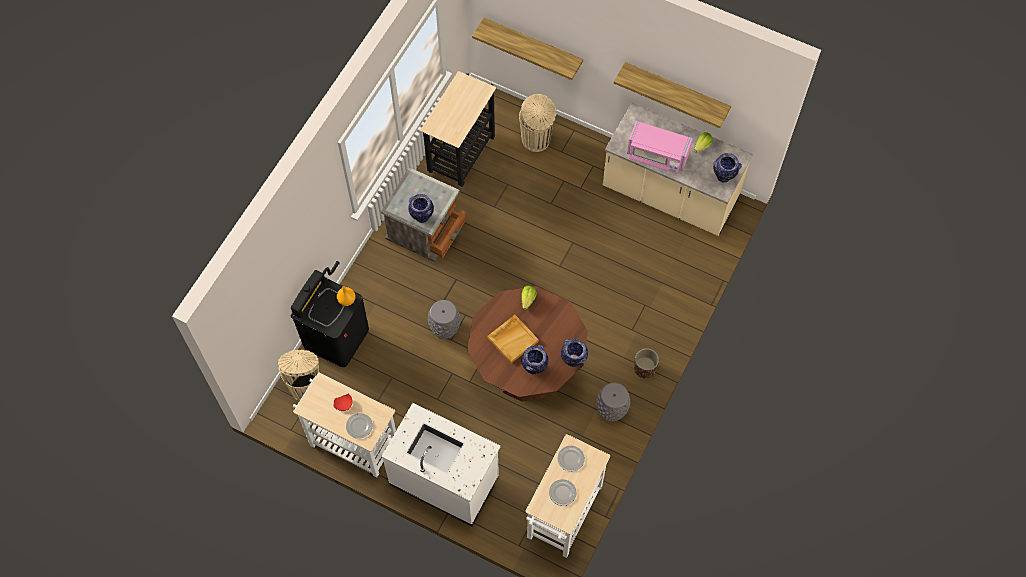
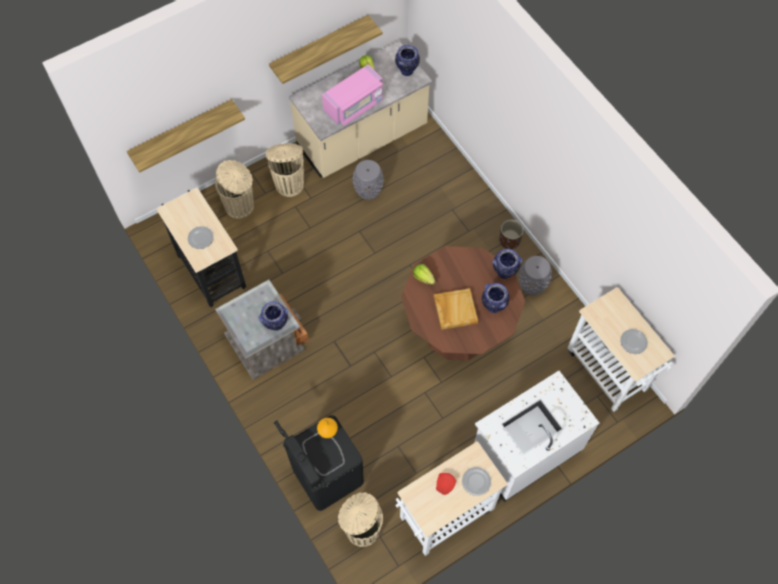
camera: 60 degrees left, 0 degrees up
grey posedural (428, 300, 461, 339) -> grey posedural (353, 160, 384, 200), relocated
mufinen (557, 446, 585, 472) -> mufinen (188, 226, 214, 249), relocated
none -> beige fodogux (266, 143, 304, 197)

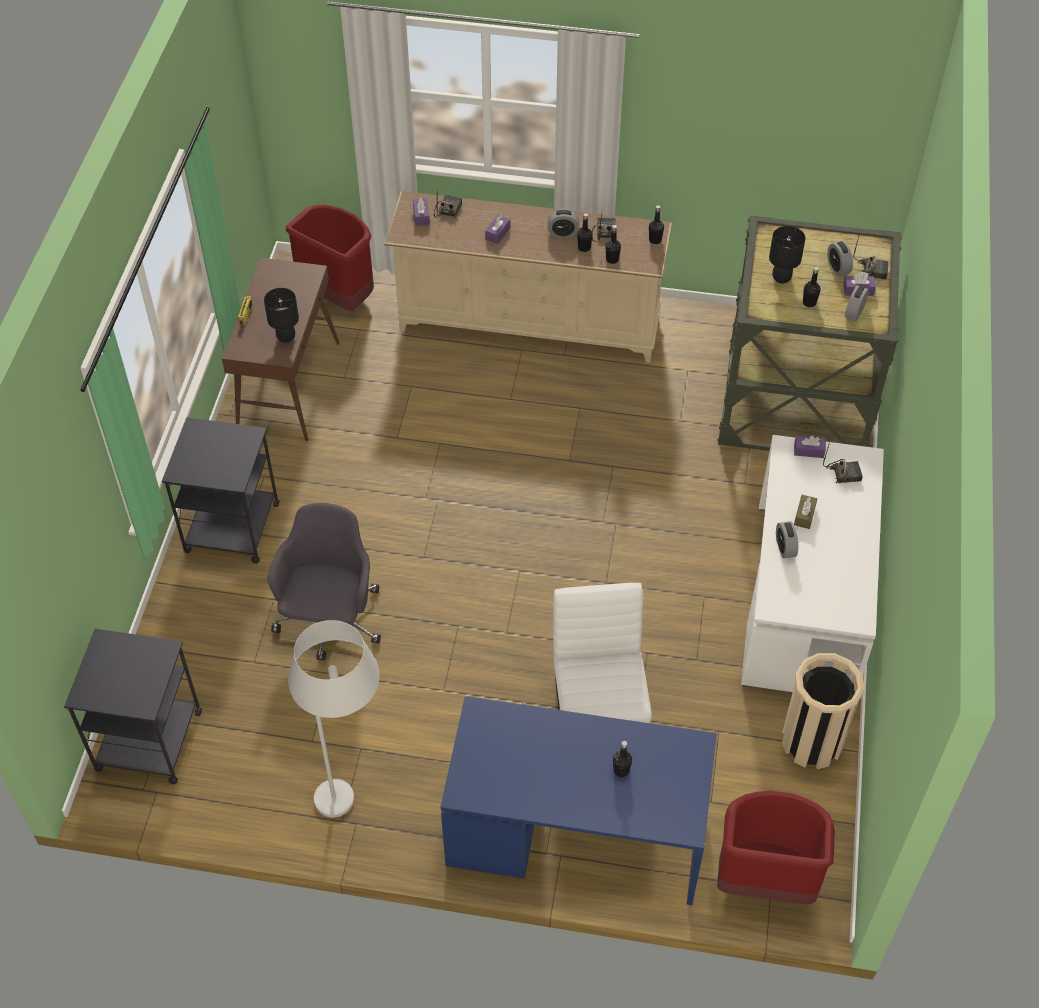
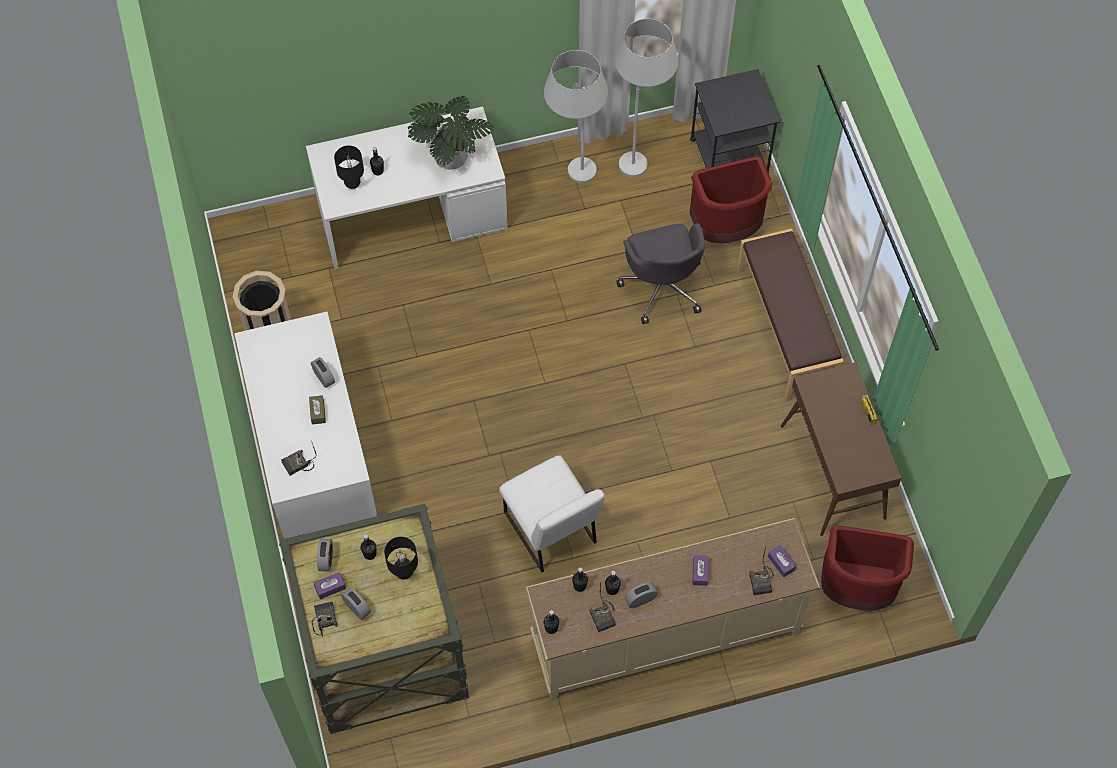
camera: 155 degrees right, 10 degrees up
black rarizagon (162, 417, 279, 564) -> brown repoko (737, 229, 844, 402)
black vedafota (264, 288, 299, 343) -> black vedafota (334, 146, 364, 189), relocated
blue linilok (441, 696, 717, 905) -> white linilok (306, 106, 508, 269)
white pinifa (553, 583, 652, 723) -> white pinifa (499, 455, 605, 572), relocated
red fodogux (717, 791, 835, 904) -> red fodogux (690, 157, 772, 243), relocated
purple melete (794, 436, 826, 458) -> none
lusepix (853, 230, 889, 279) -> lusepix (312, 602, 337, 636), 90 degrees clockwise
none -> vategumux (408, 96, 494, 170)
none -> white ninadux (615, 19, 678, 177)

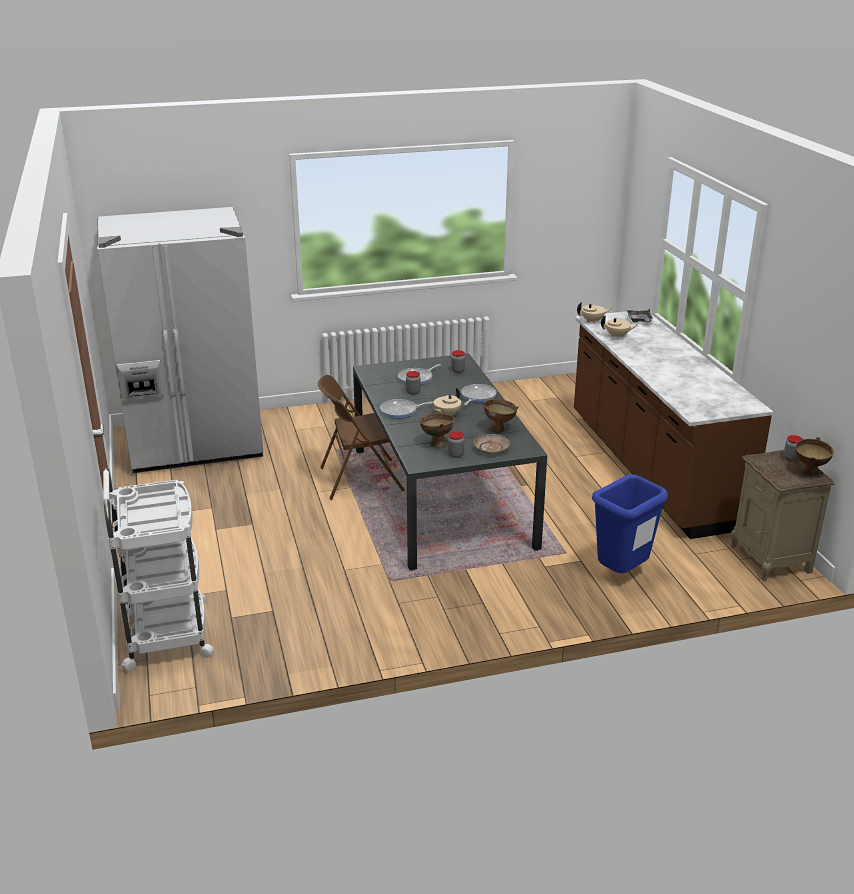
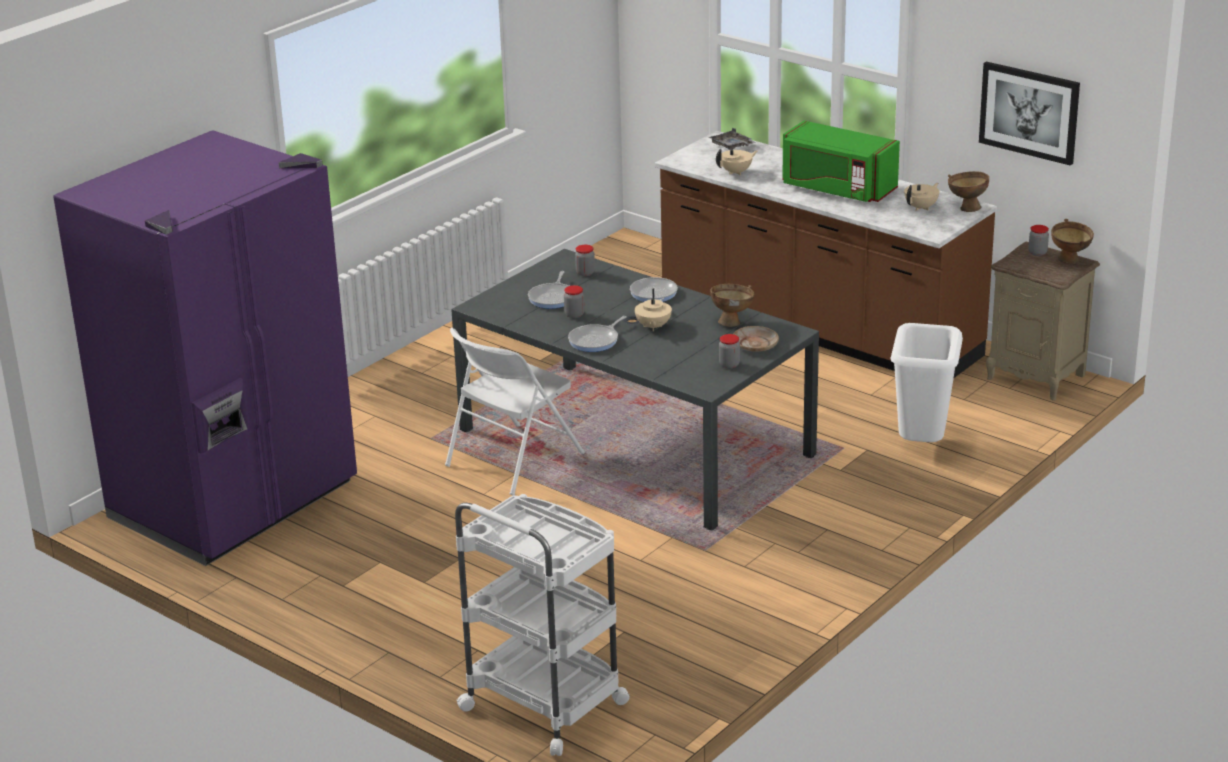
camera: 35 degrees left, 0 degrees up
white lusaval (97, 207, 264, 473) -> purple lusaval (53, 130, 357, 566)
brown pinifa (318, 375, 405, 500) -> white pinifa (445, 328, 585, 496)
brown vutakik (420, 412, 455, 448) -> brown vutakik (948, 171, 989, 212), relocated
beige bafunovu (577, 302, 612, 324) -> beige bafunovu (904, 183, 939, 211), relocated
blue fodogux (592, 474, 668, 573) -> white fodogux (890, 323, 963, 442)
none -> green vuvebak (782, 121, 900, 202)
none -> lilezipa (979, 61, 1080, 166)

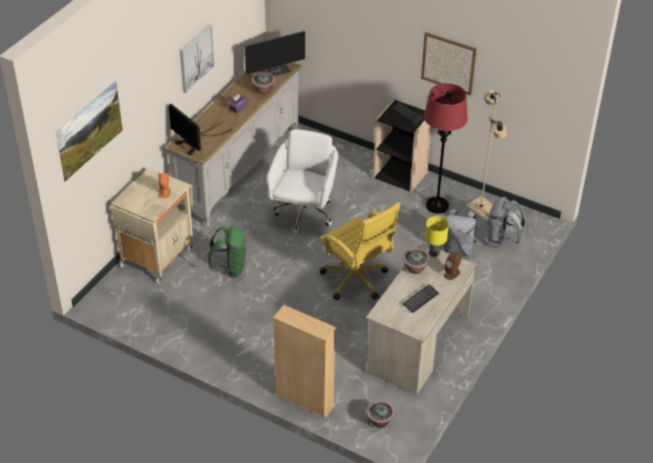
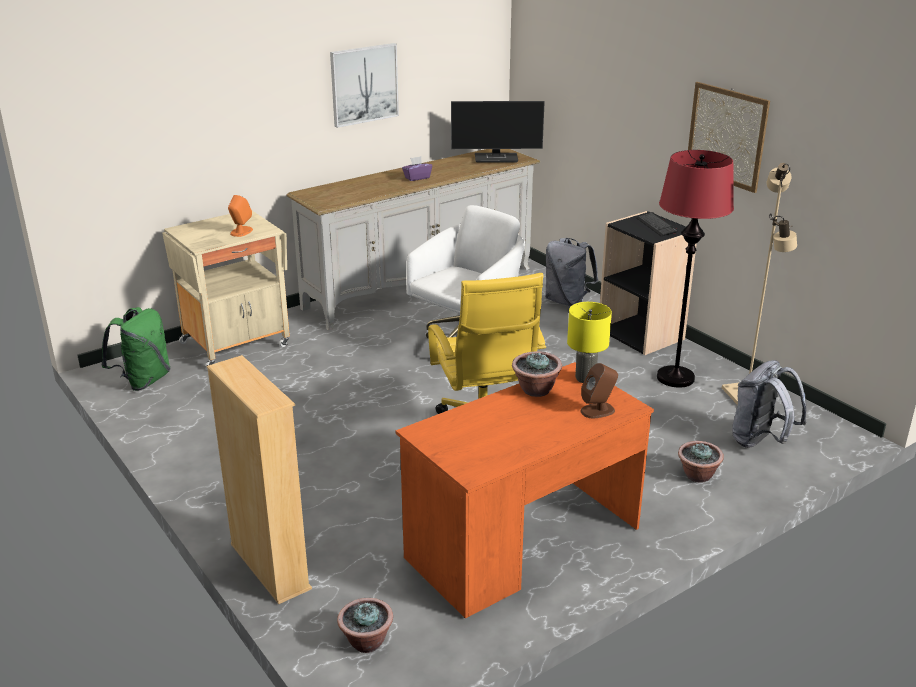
camera: 25 degrees right, 15 degrees down
lilezipa (56, 81, 123, 182) -> none
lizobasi (169, 104, 232, 156) -> none
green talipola (208, 225, 246, 278) -> green talipola (101, 307, 171, 391), relocated
vategumux (252, 72, 275, 95) -> vategumux (678, 441, 724, 483), relocated
beige linilok (366, 243, 477, 395) -> orange linilok (396, 362, 654, 619)
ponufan (403, 284, 439, 313) -> none
grey talipola (443, 209, 477, 256) -> grey talipola (545, 238, 598, 306), relocated

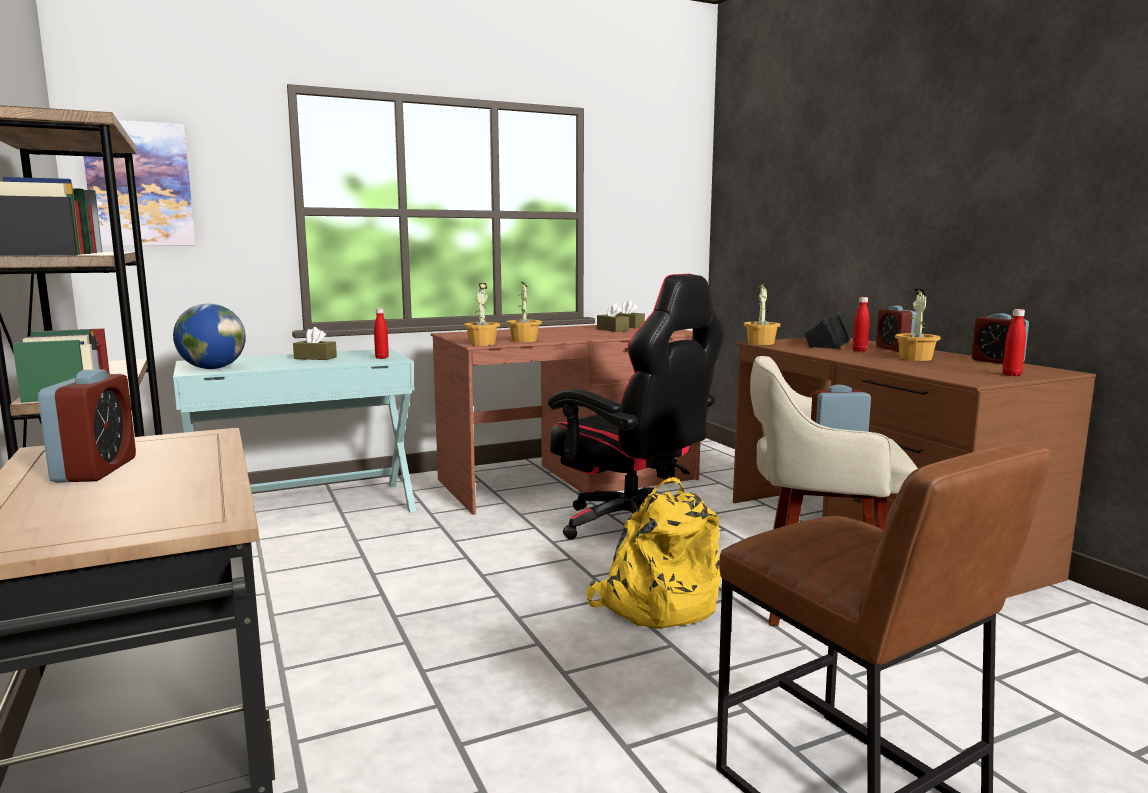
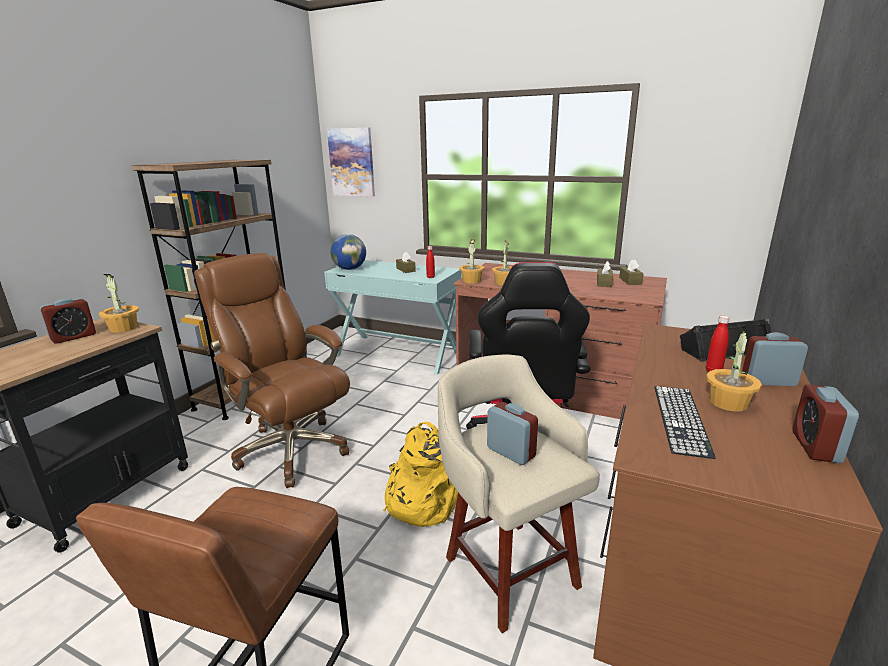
camera: 50 degrees right, 10 degrees up
vategumux (744, 283, 780, 345) -> vategumux (99, 274, 139, 333), relocated
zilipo (876, 306, 916, 351) -> zilipo (742, 332, 808, 386), 60 degrees clockwise
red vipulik (1002, 309, 1026, 376) -> none
none -> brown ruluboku (194, 253, 350, 488)
none -> ponufan (655, 386, 716, 459)

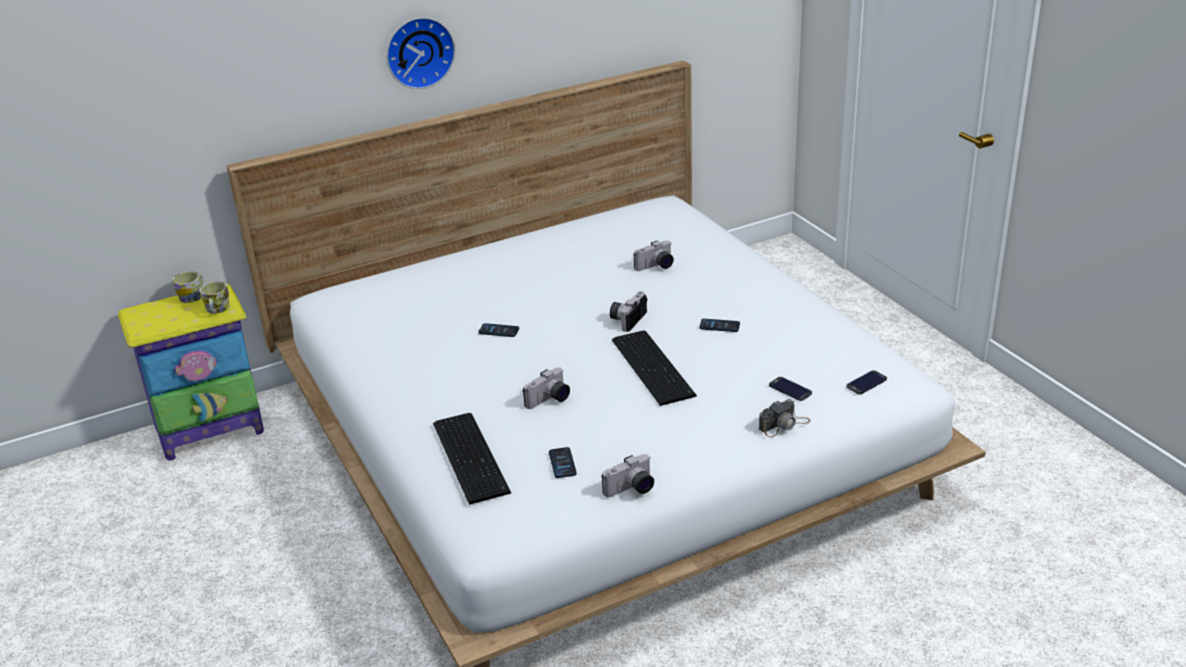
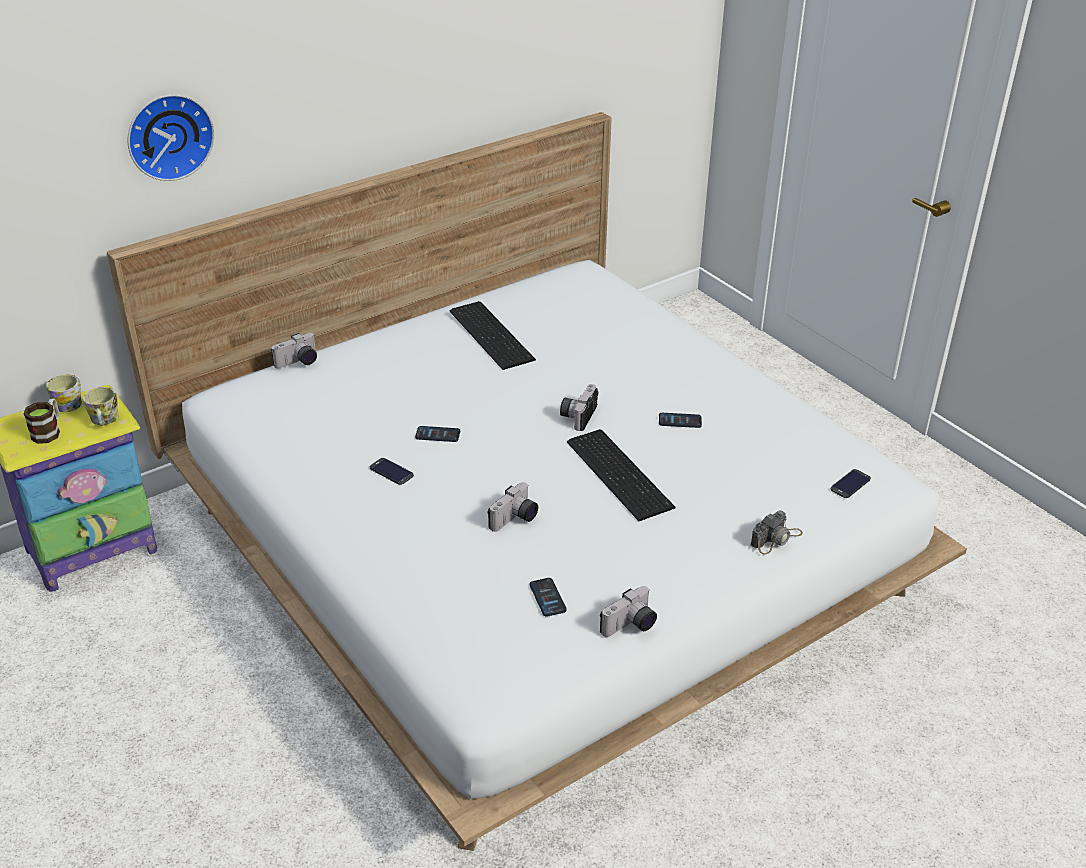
camera: 10 degrees left, 5 degrees up
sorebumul (386, 17, 455, 89) -> sorebumul (127, 94, 214, 181), relocated
ponufan (433, 413, 511, 505) -> ponufan (450, 301, 536, 370), relocated
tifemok (634, 240, 674, 271) -> tifemok (271, 333, 317, 369), relocated
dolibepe (769, 377, 812, 401) -> dolibepe (370, 458, 414, 485), relocated
none -> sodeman (24, 398, 60, 444)

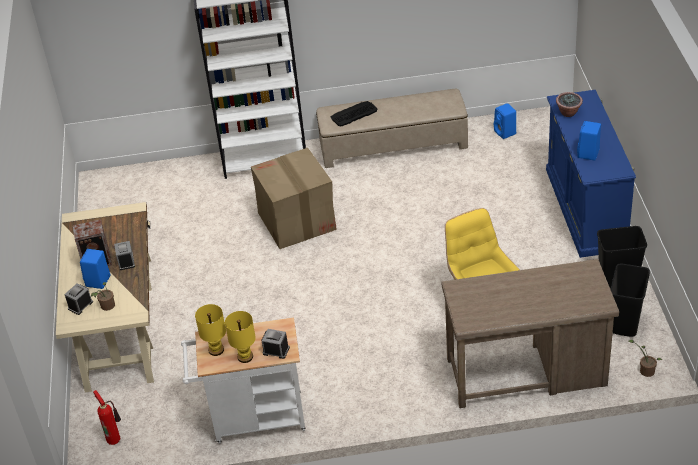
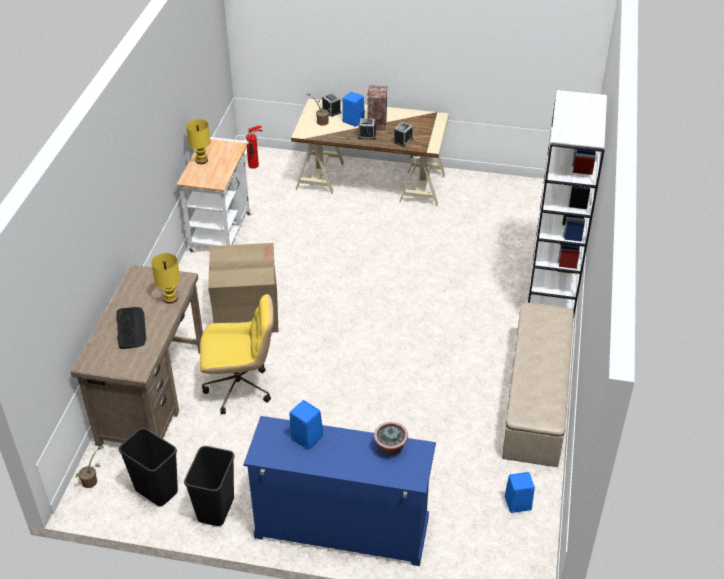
camera: 105 degrees right, 0 degrees up
yellow vedafota (195, 304, 226, 356) -> yellow vedafota (151, 253, 180, 304), relocated
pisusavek (251, 148, 337, 249) -> pisusavek (208, 243, 279, 332), relocated
zilipo (262, 329, 290, 359) -> zilipo (393, 122, 413, 147), relocated
ponufan (331, 101, 377, 127) -> ponufan (116, 307, 146, 349), relocated

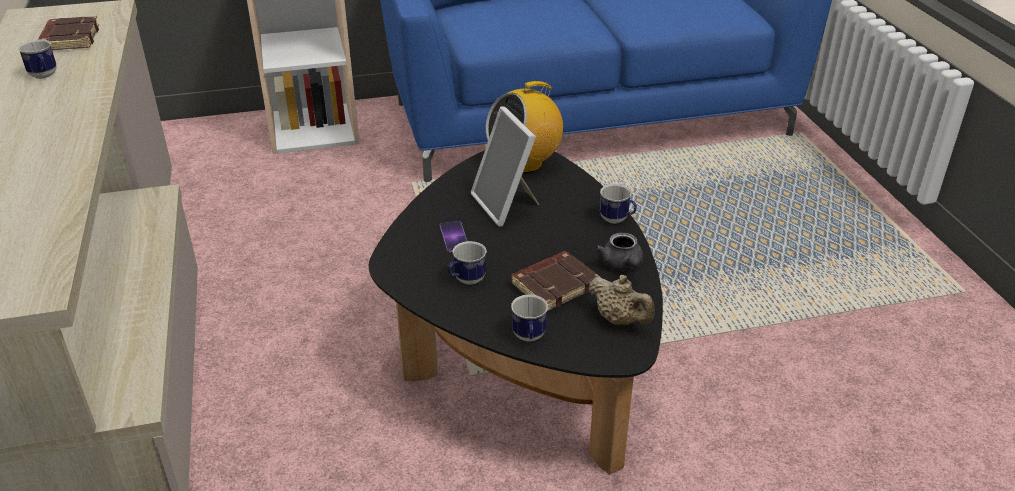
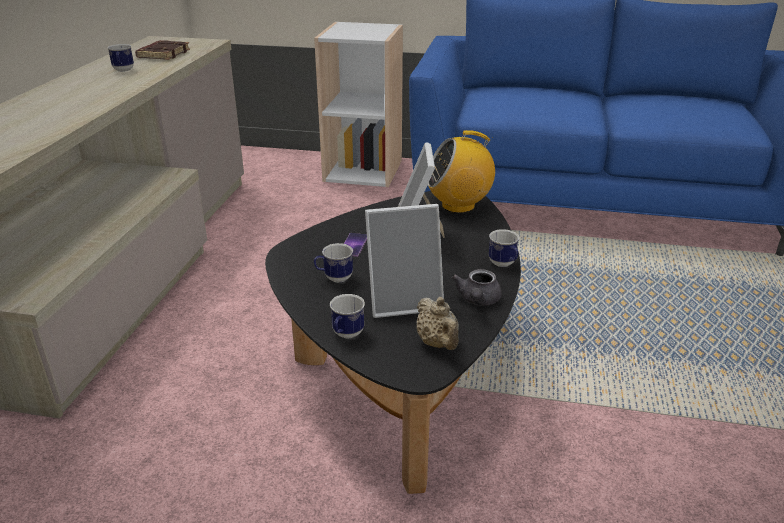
camera: 25 degrees right, 5 degrees down
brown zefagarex (511, 251, 601, 311) -> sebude (365, 204, 444, 318)

